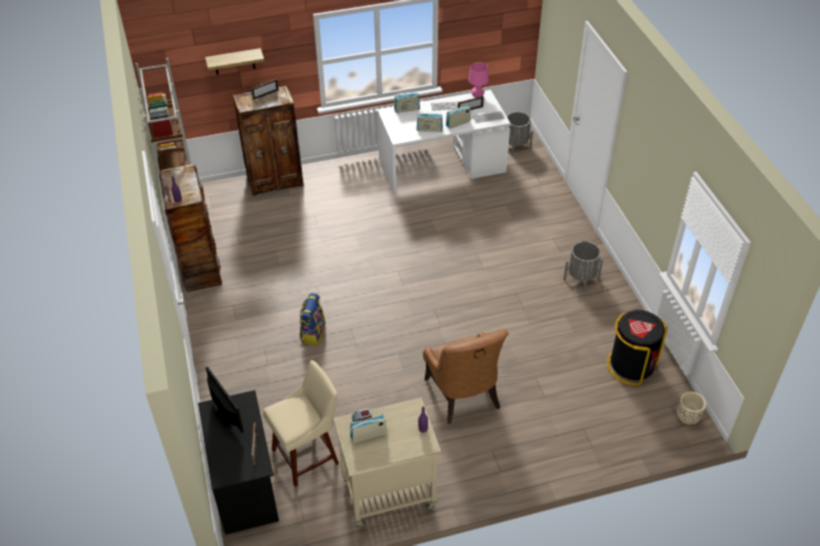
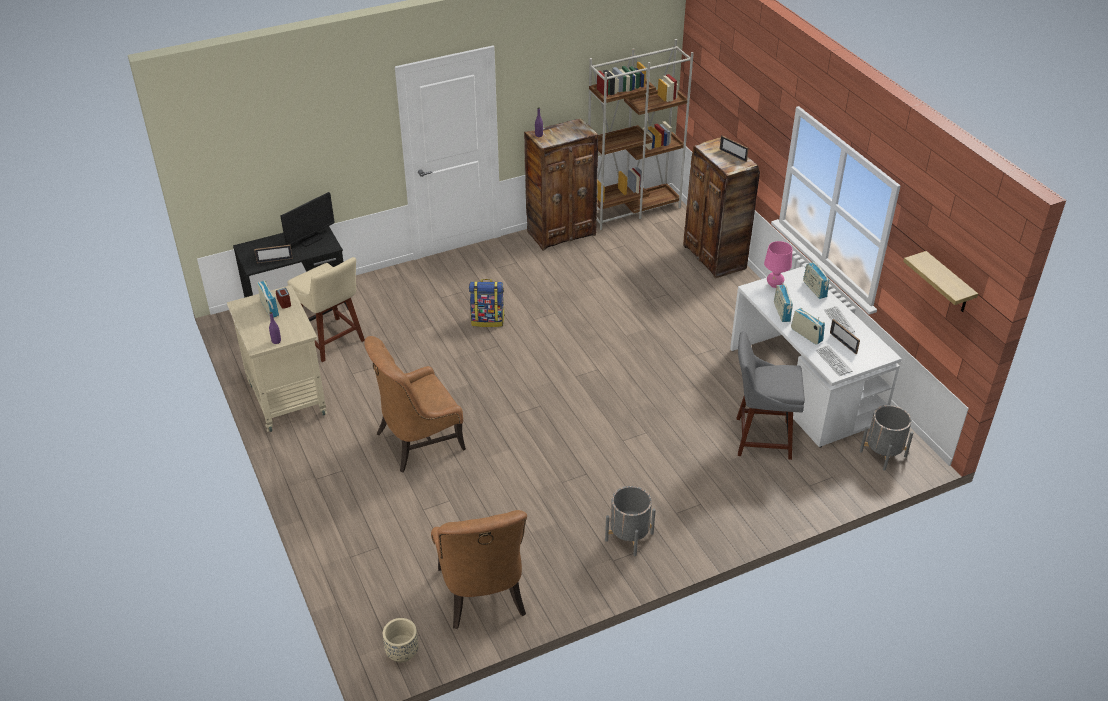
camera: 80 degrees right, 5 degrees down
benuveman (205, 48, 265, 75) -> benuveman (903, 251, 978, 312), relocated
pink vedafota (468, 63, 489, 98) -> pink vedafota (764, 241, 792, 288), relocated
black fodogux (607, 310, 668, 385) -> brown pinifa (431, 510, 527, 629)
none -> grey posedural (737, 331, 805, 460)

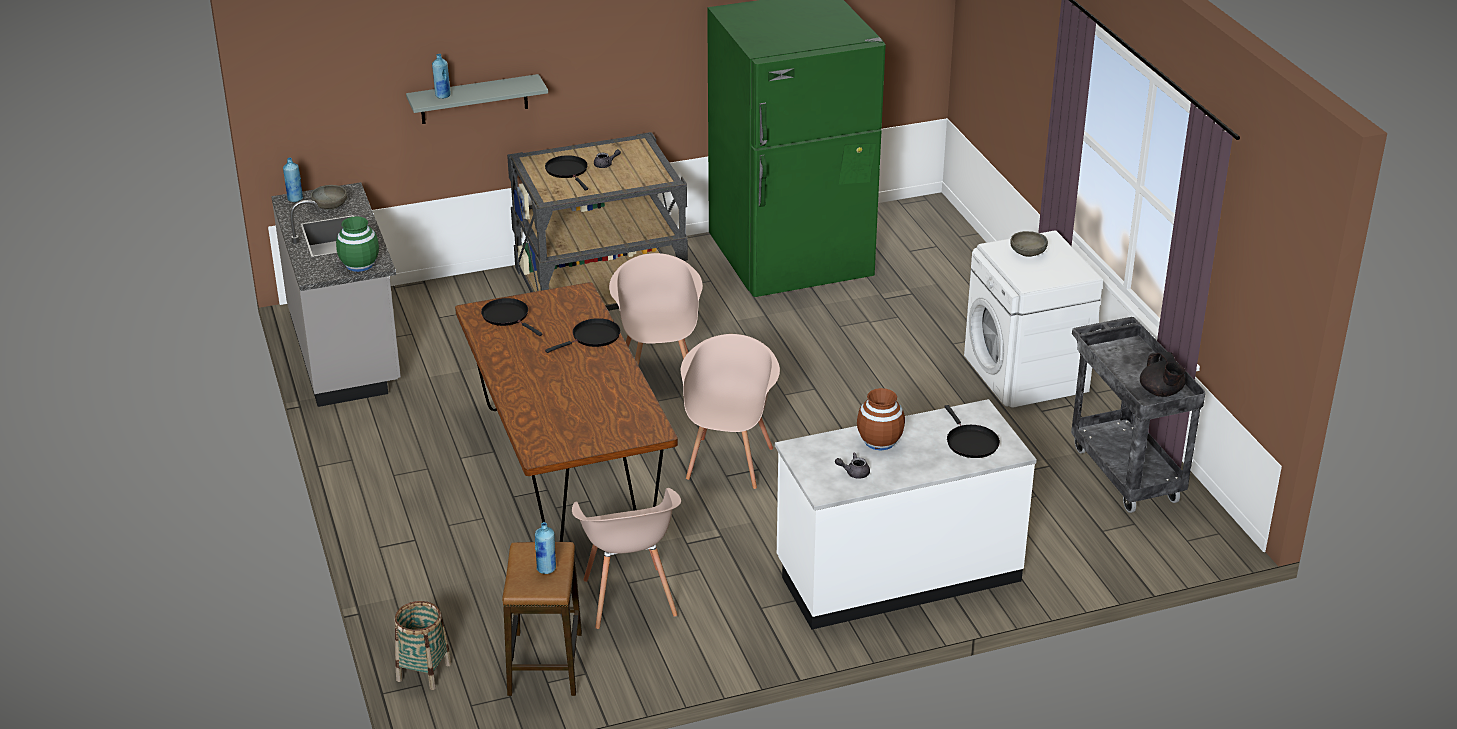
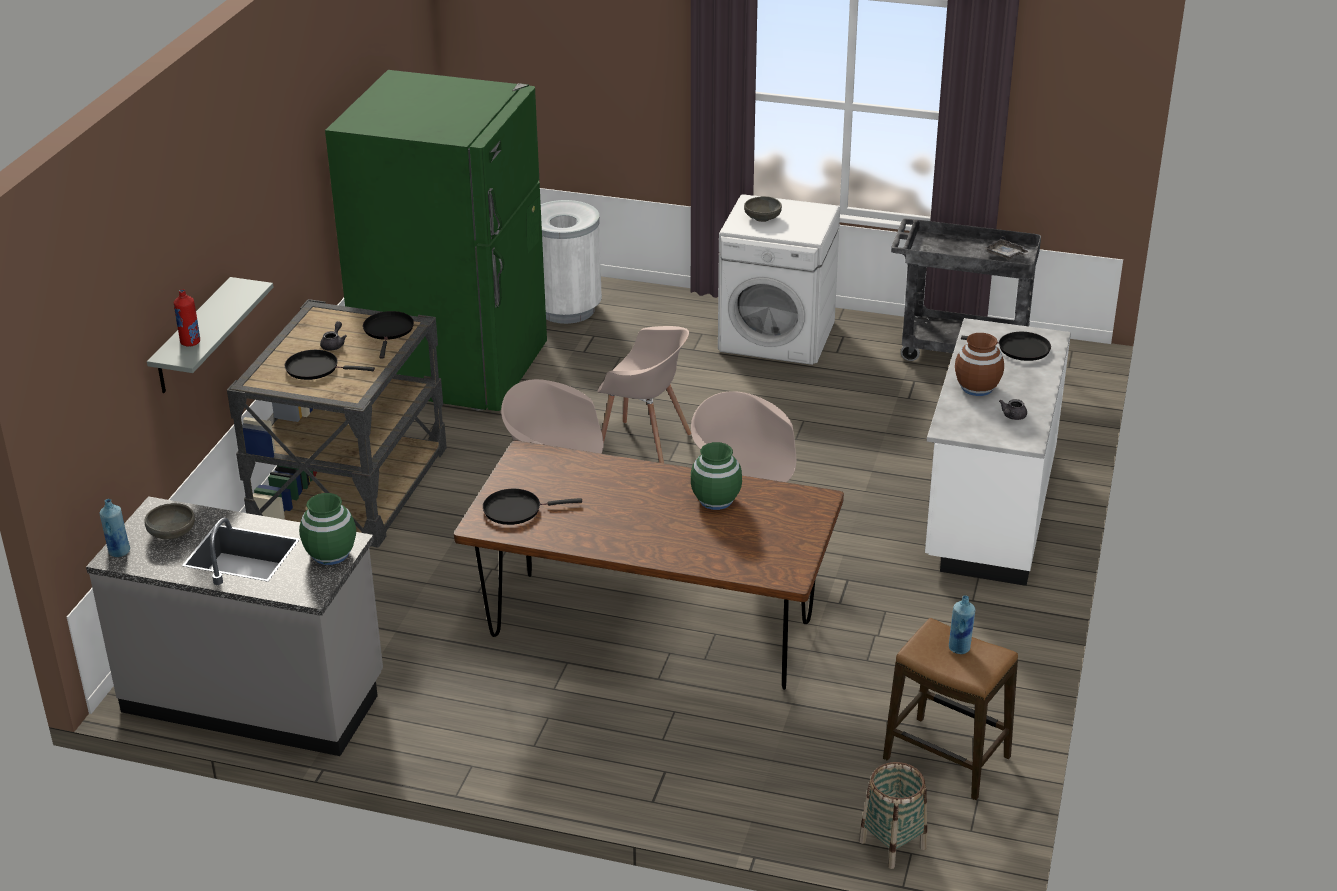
camera: 55 degrees left, 0 degrees up
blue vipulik (432, 54, 451, 99) -> red vipulik (174, 289, 200, 347)
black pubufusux (545, 318, 620, 353) -> black pubufusux (363, 311, 414, 359), relocated
beige pinifa (572, 488, 681, 629) -> beige pinifa (597, 326, 691, 463), relocated
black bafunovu (1140, 352, 1185, 397) -> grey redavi (985, 236, 1031, 260)
none -> white fodogux (541, 200, 602, 324)
none -> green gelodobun (691, 442, 742, 510)

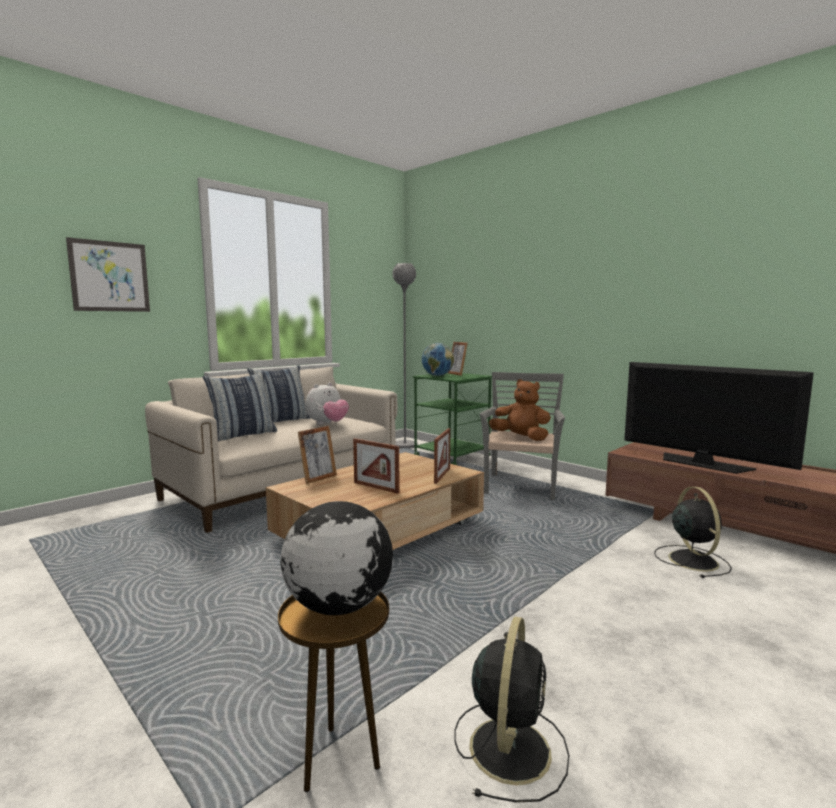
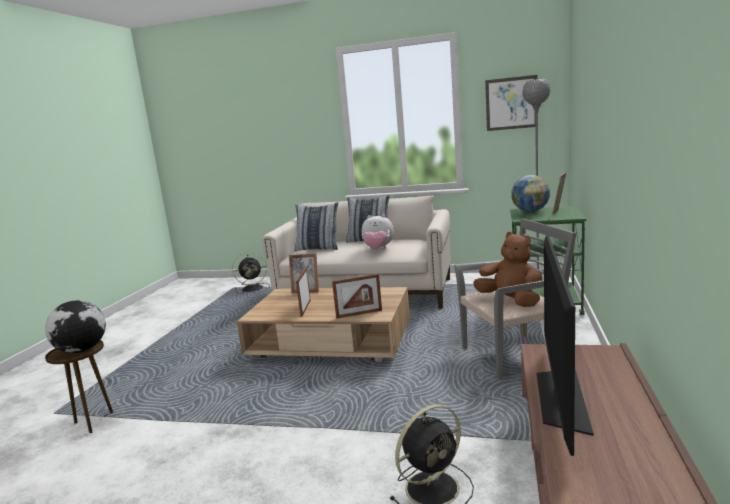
camera: 60 degrees right, 5 degrees up
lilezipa (66, 237, 150, 312) -> lilezipa (485, 75, 537, 131), relocated
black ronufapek (454, 616, 569, 803) -> black ronufapek (232, 252, 270, 294), relocated
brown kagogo (489, 379, 551, 441) -> brown kagogo (473, 232, 543, 307), 45 degrees counterclockwise

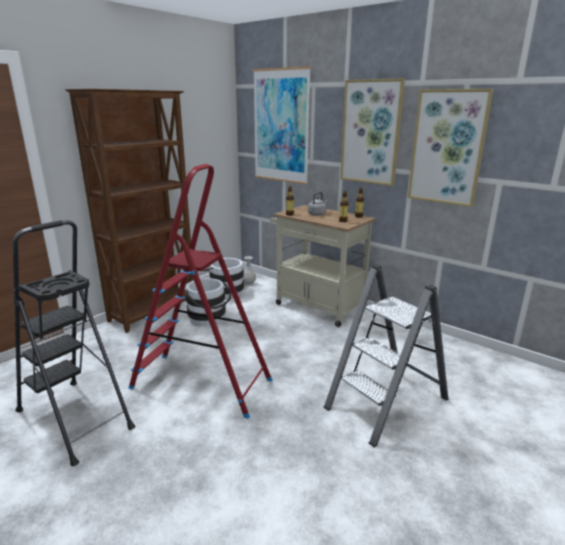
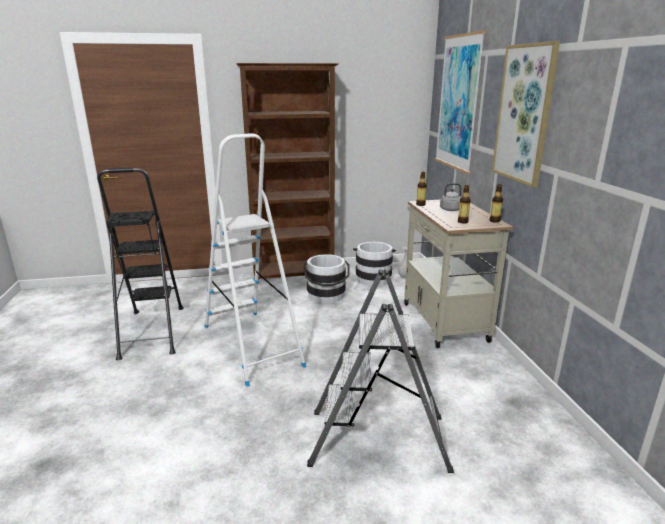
camera: 40 degrees right, 0 degrees up
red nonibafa (128, 164, 272, 419) -> white nonibafa (205, 133, 306, 387)
lilezipa (408, 89, 494, 207) -> none

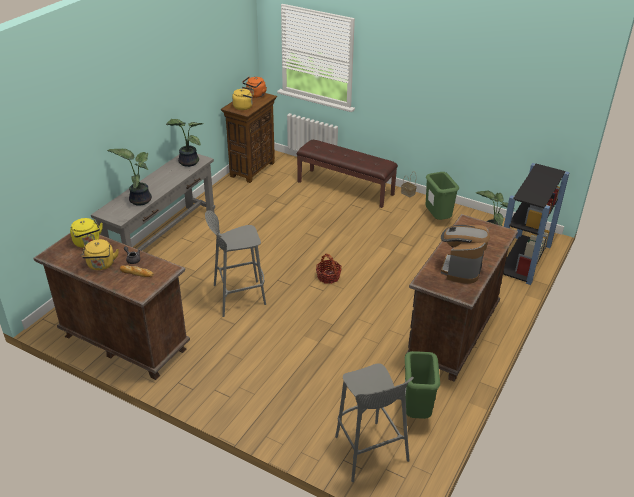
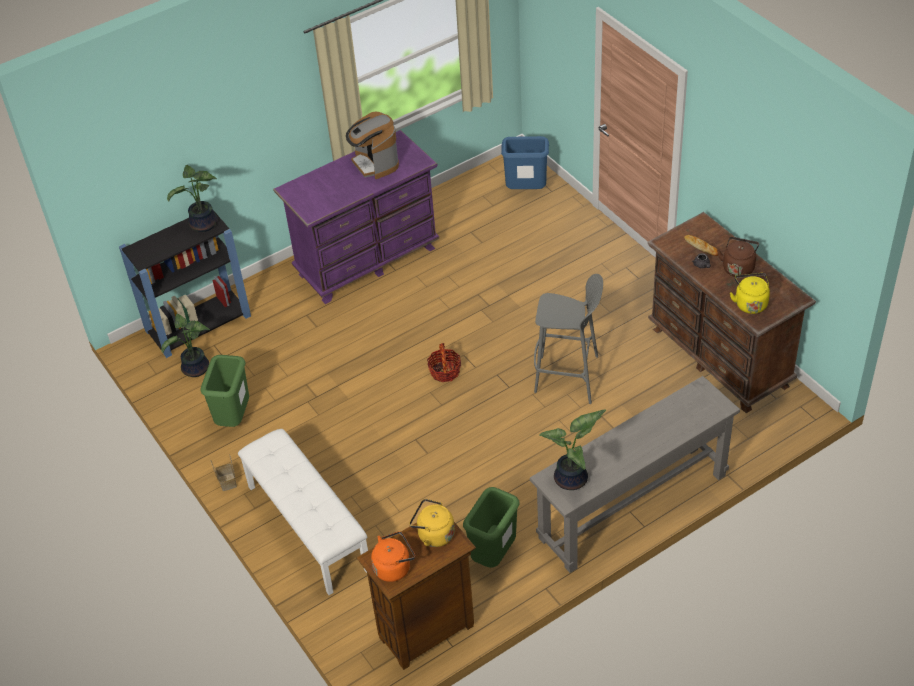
camera: 150 degrees left, 10 degrees up
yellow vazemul (82, 239, 119, 270) -> brown vazemul (717, 237, 759, 277)
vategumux (107, 149, 152, 206) -> vategumux (167, 165, 218, 232), relocated
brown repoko (297, 140, 398, 208) -> white repoko (238, 429, 368, 595)
grey posedural (335, 363, 414, 482) -> blue fodogux (501, 136, 549, 189)
green fodogux (405, 351, 440, 419) -> green fodogux (463, 487, 520, 568), relocated
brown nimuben (406, 214, 518, 382) -> purple nimuben (273, 130, 439, 304)
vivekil (441, 225, 490, 284) -> vivekil (346, 111, 399, 179), 105 degrees clockwise

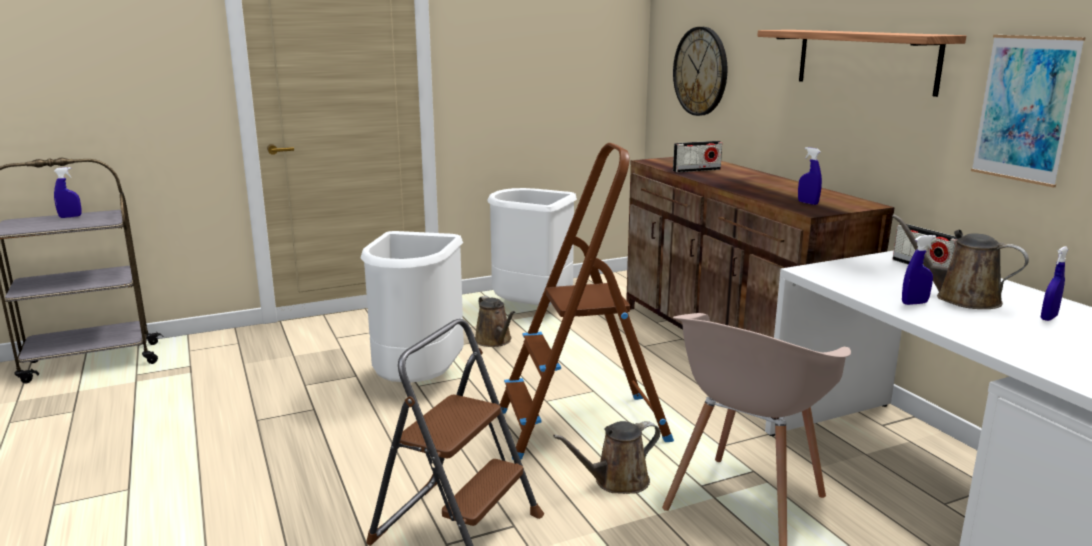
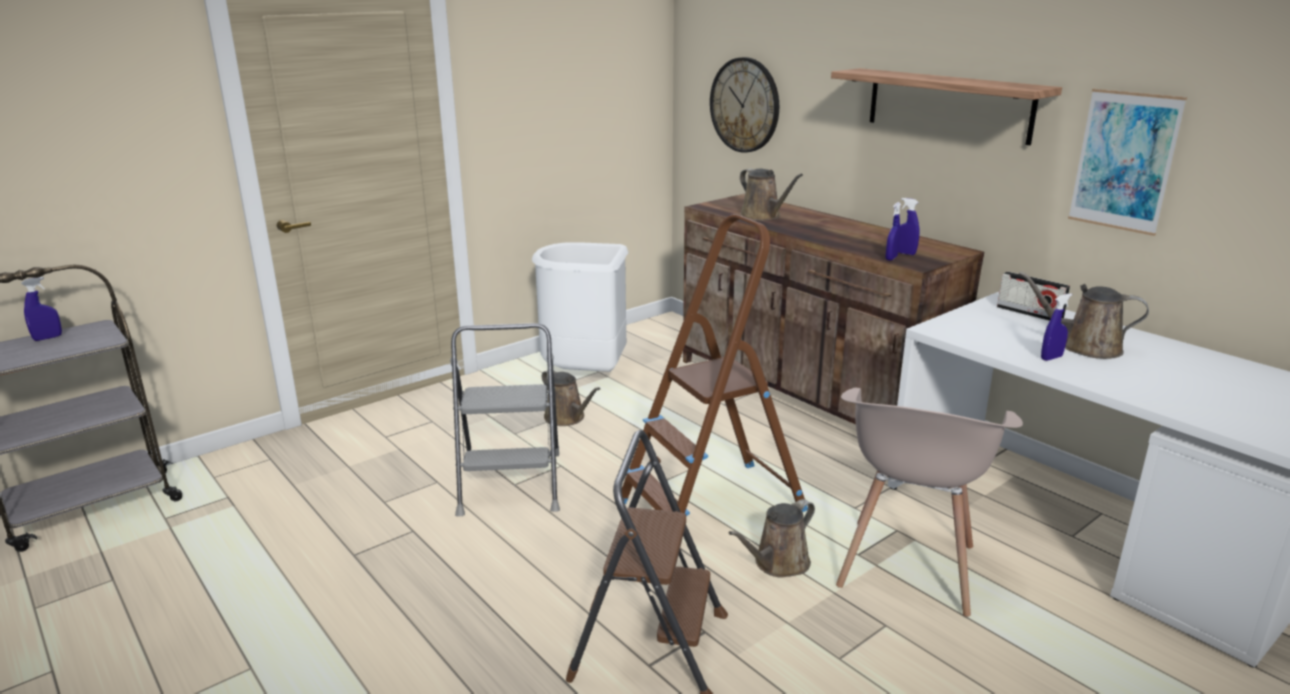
camera: 15 degrees left, 5 degrees up
white fodogux (361, 231, 464, 383) -> grey nonibafa (450, 323, 560, 516)
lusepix (673, 141, 722, 173) -> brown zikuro (740, 168, 803, 221)
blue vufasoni (1041, 246, 1068, 321) -> blue vufasoni (886, 202, 901, 260), relocated

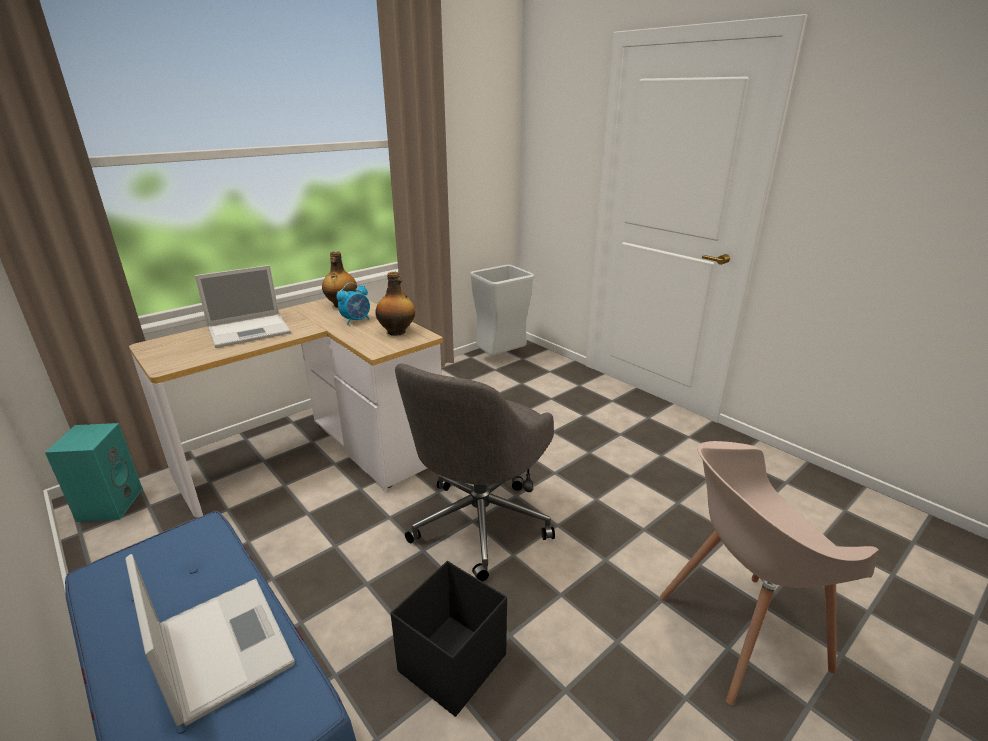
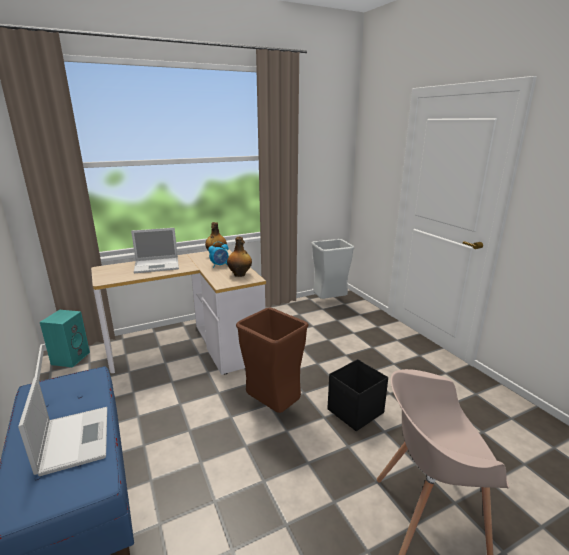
camera: 15 degrees right, 5 degrees down
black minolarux (391, 561, 507, 717) -> black minolarux (328, 359, 388, 431), relocated
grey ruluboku (395, 363, 555, 582) -> brown fodogux (236, 308, 309, 413)

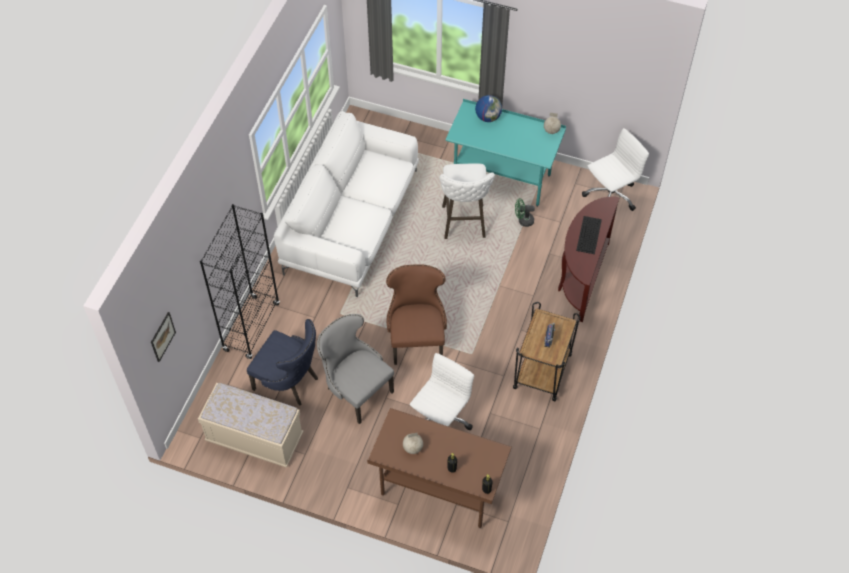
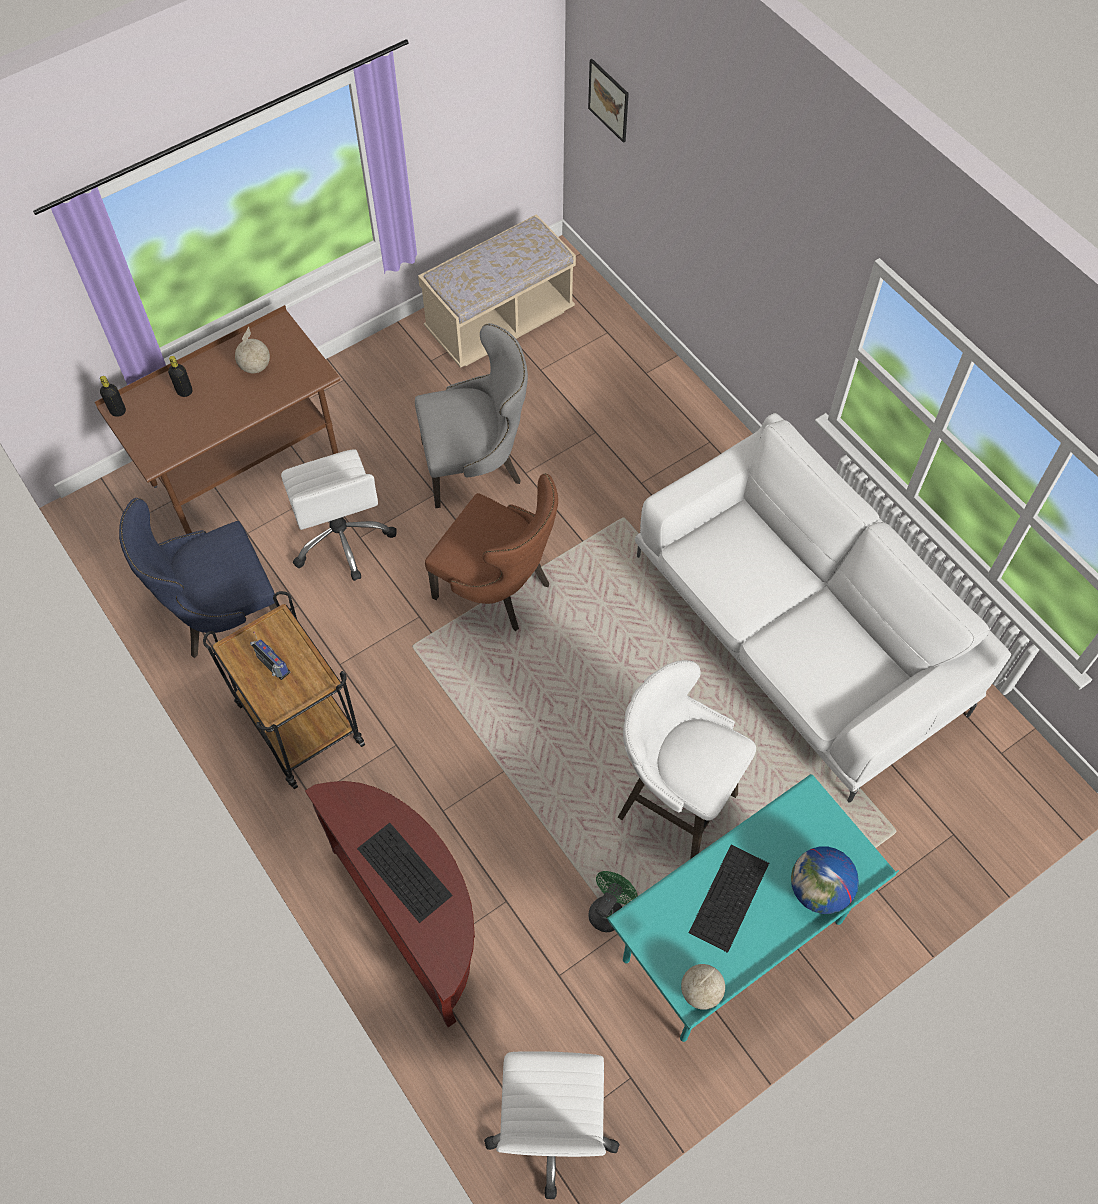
camera: 125 degrees right, 5 degrees up
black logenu (200, 204, 280, 359) -> none
blue pinifa (247, 319, 318, 406) -> blue pinifa (119, 498, 277, 658), relocated
none -> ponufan (689, 845, 769, 953)

